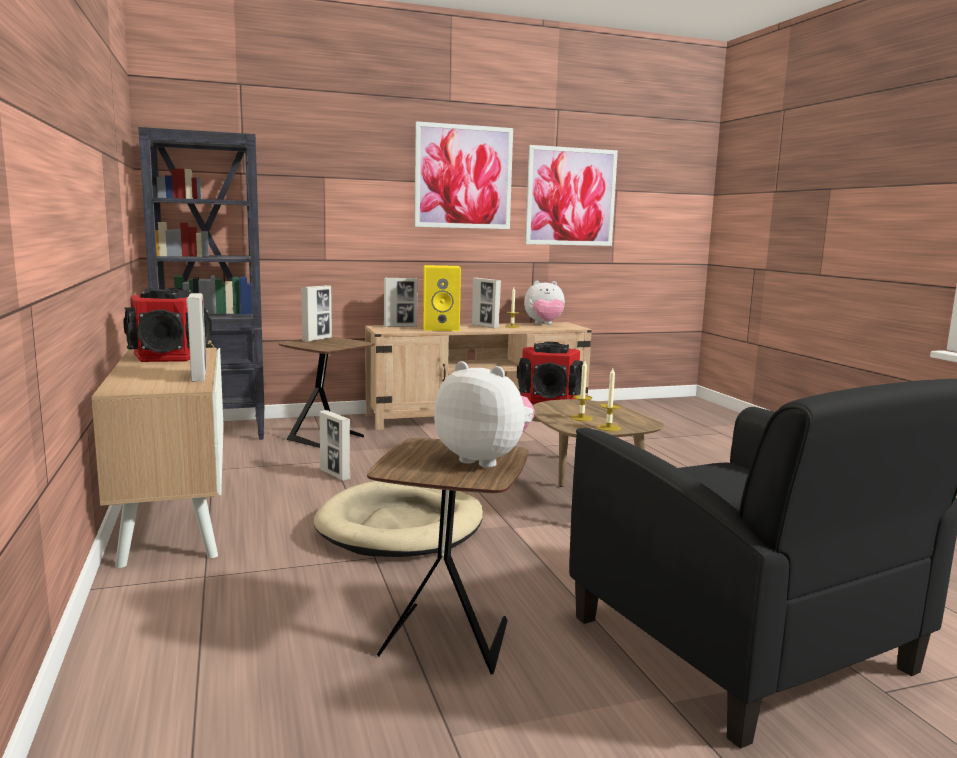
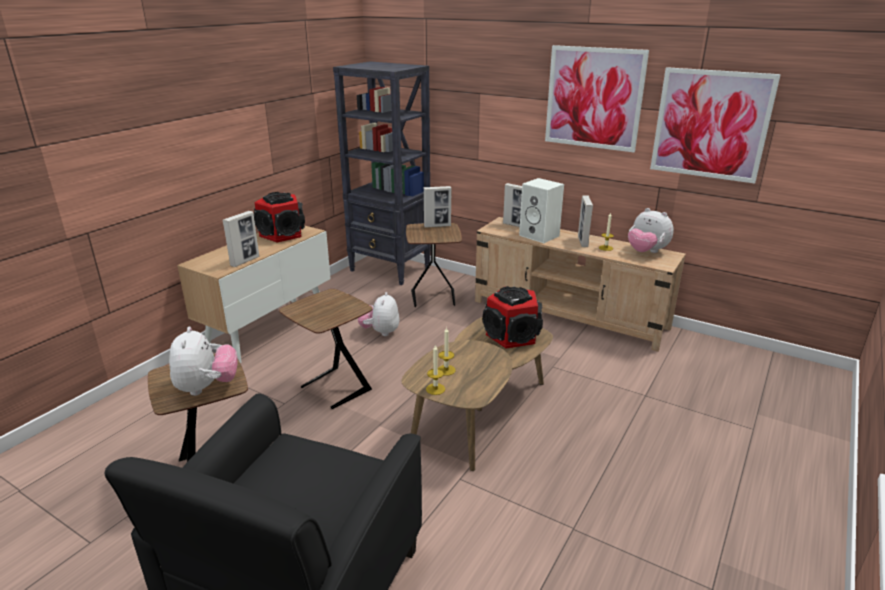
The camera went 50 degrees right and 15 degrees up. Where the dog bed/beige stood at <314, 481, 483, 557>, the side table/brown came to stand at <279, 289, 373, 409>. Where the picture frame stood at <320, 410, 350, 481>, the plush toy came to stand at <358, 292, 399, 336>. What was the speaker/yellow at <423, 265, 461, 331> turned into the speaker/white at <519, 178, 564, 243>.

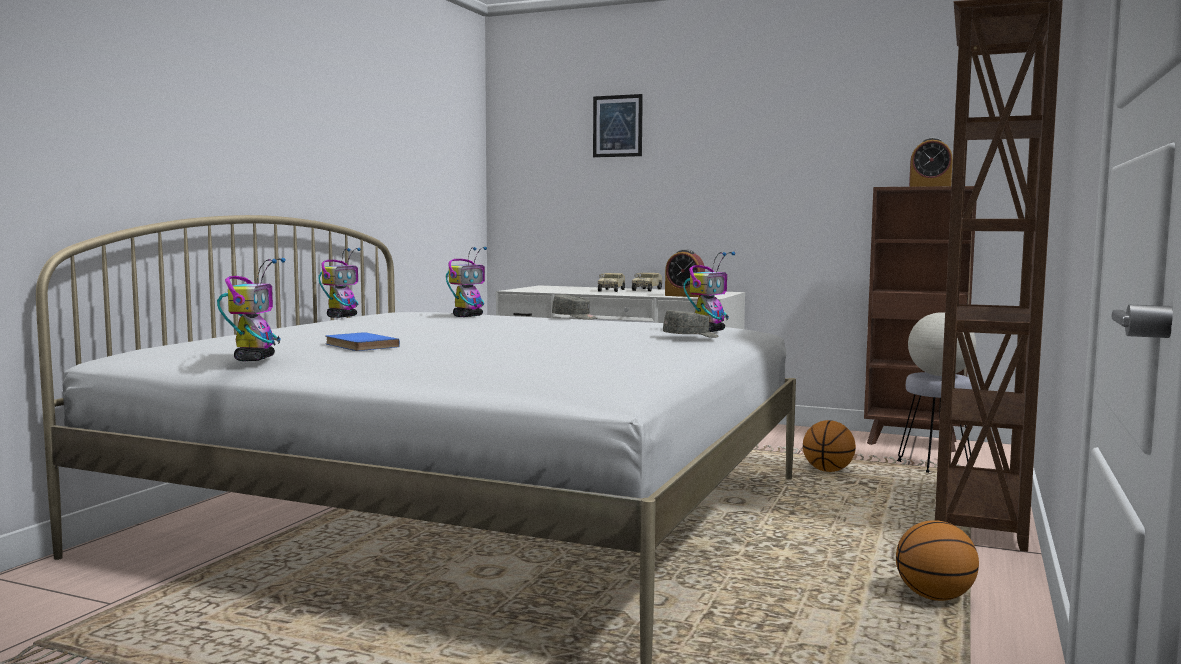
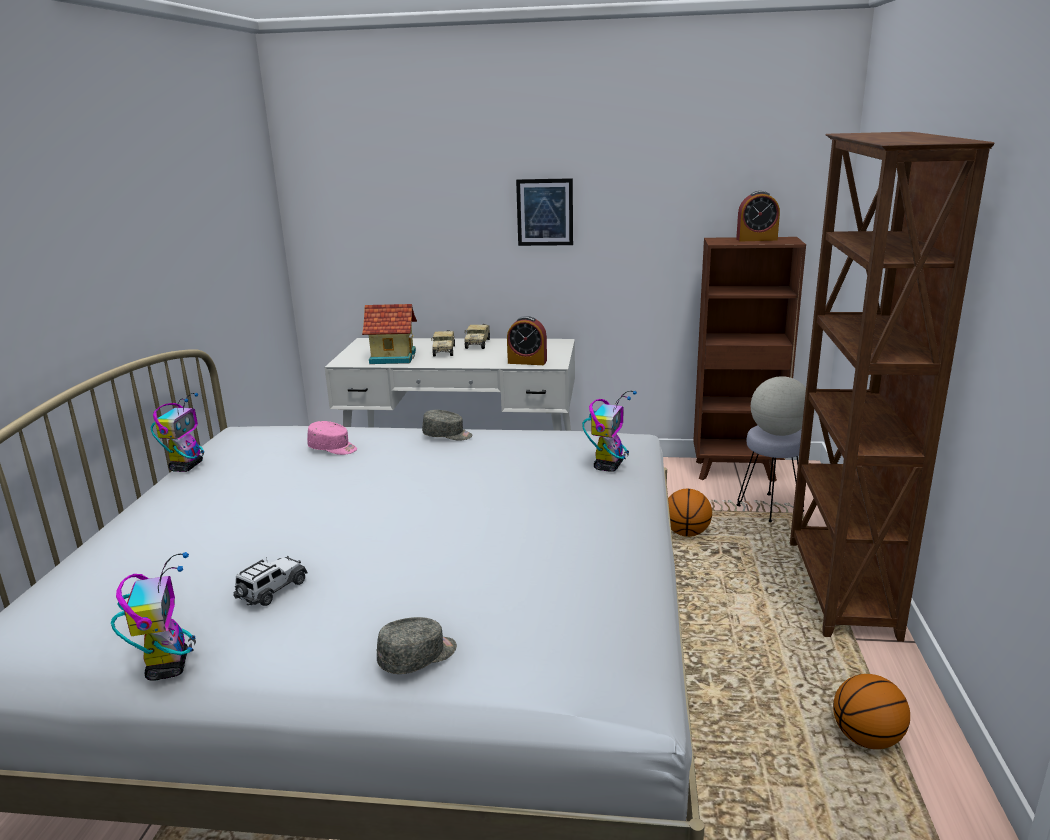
The camera went 15 degrees left and 15 degrees up. Where the book/blue stood at <326, 332, 400, 351>, the toy car came to stand at <233, 556, 308, 606>. Where the toy robot stood at <446, 247, 487, 317>, the cap/pink came to stand at <307, 421, 357, 455>. The picture ended up elsewhere, having gone from <593, 94, 643, 157> to <516, 178, 573, 246>. The cap/grey ended up elsewhere, having gone from <663, 310, 718, 338> to <376, 617, 457, 674>. The second view gained the toy house at <362, 304, 417, 364>.

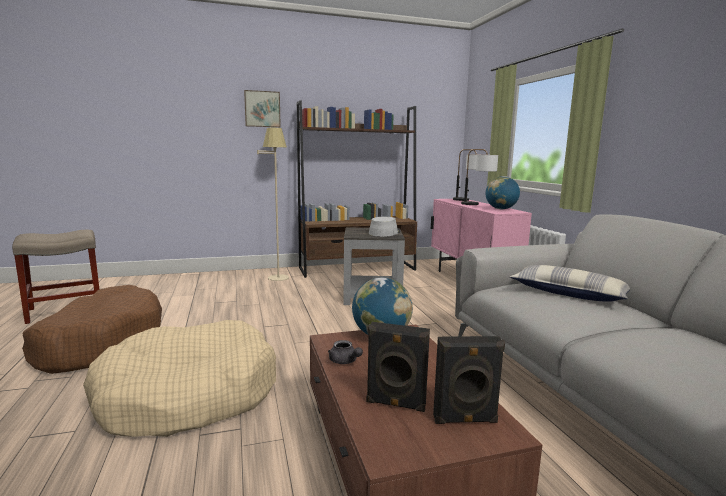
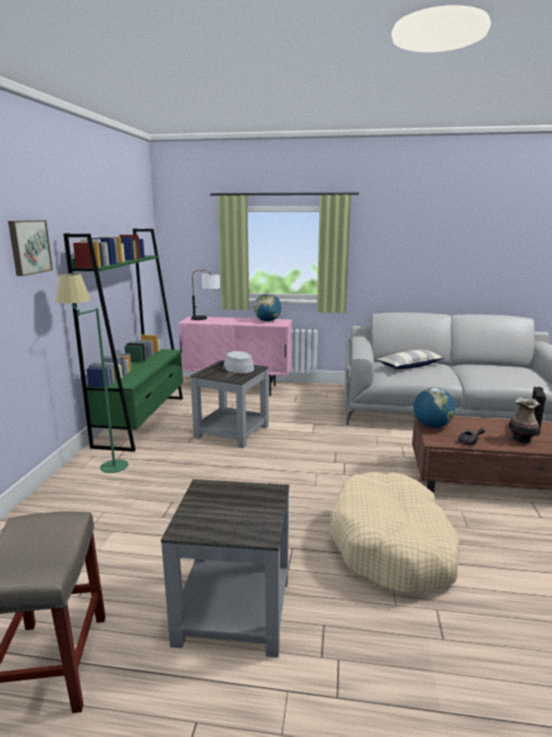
The camera went 65 degrees left and 5 degrees up. Where the dog bed/brown stood at <22, 285, 162, 374>, the side table/grey came to stand at <161, 479, 289, 658>. What was the floor lamp/beige at <257, 128, 289, 281> turned into the floor lamp/green at <55, 273, 129, 473>. What was the bookcase/brown at <297, 100, 417, 278> turned into the bookcase/green at <63, 228, 183, 452>. Where the speaker/black stood at <366, 322, 430, 412>, the vase came to stand at <509, 397, 541, 443>. The second view lost the table lamp at <461, 149, 498, 205>.

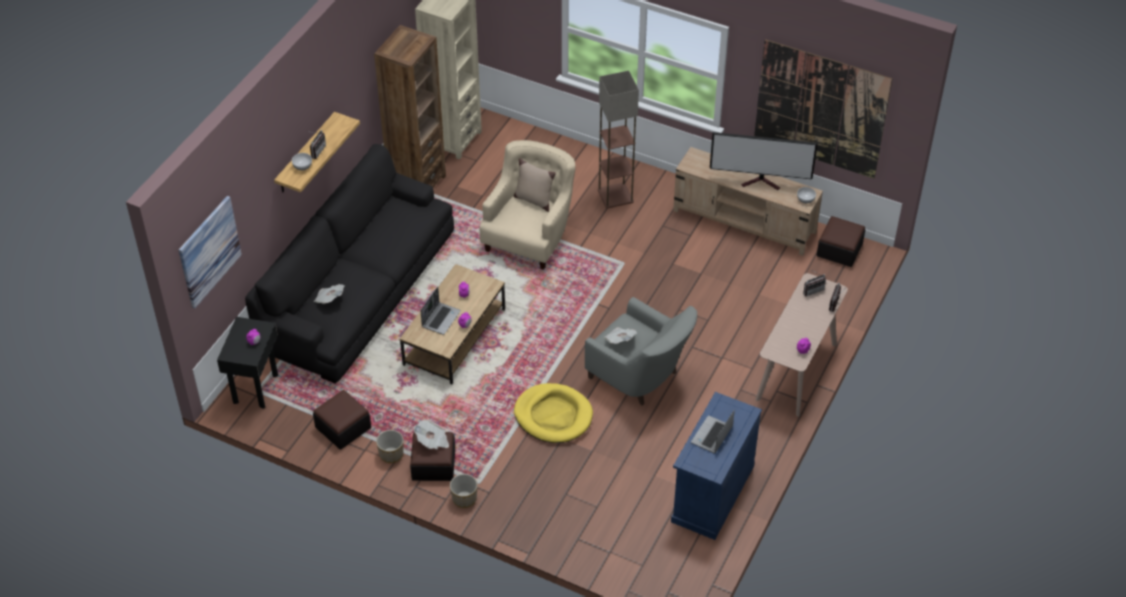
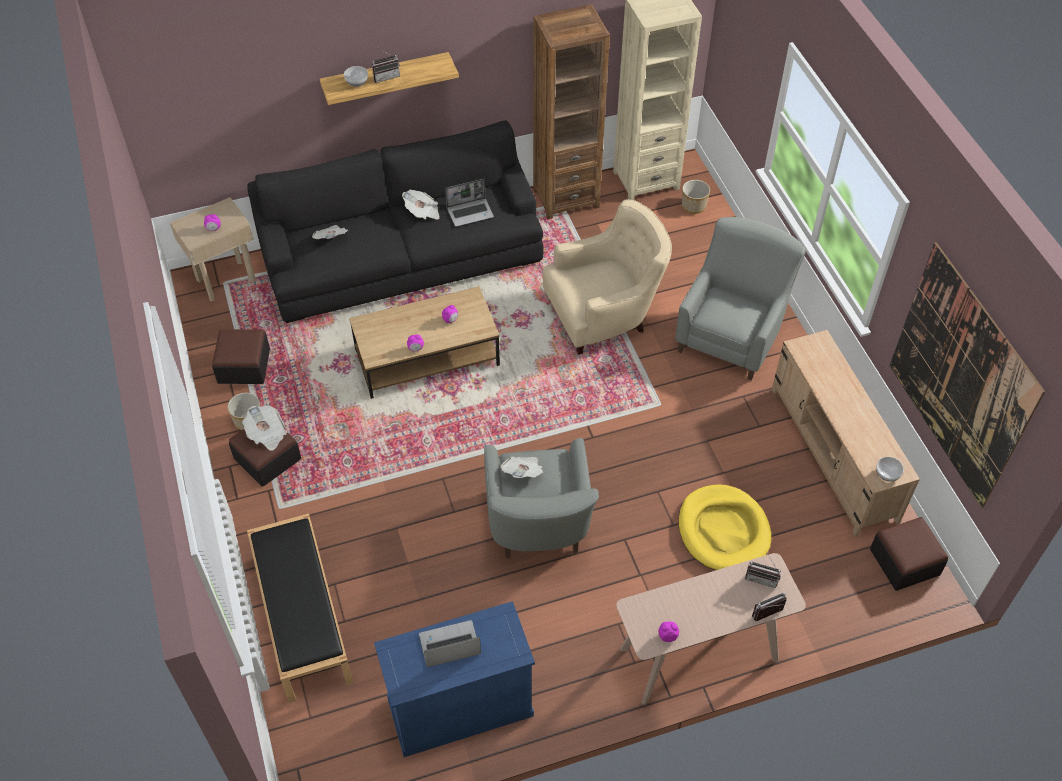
The camera went 45 degrees right and 5 degrees up. The second view lost the picture at <179, 196, 242, 308>. What was the side table/black at <217, 317, 278, 409> turned into the side table/beige at <170, 197, 256, 301>. The laptop ended up elsewhere, having gone from <421, 287, 461, 335> to <445, 179, 494, 227>. The planter ended up elsewhere, having gone from <450, 474, 477, 508> to <682, 180, 710, 214>. The second view lost the pillow/beige at <514, 158, 556, 212>. The dog bed/yellow ended up elsewhere, having gone from <514, 383, 593, 443> to <679, 485, 771, 570>. Where the floor lamp stood at <598, 71, 639, 209>, the armchair/grey came to stand at <675, 217, 806, 380>. The second view lost the television at <710, 132, 818, 190>. The second view gained the bench/black at <247, 513, 354, 703>. The second view gained the newspaper at <402, 190, 439, 219>.

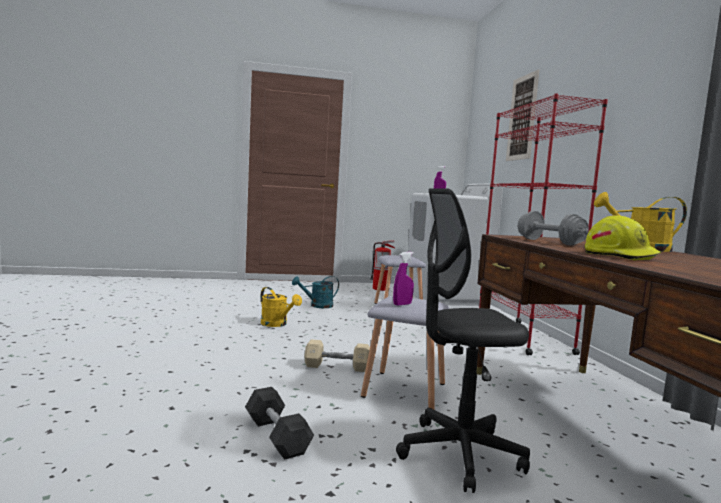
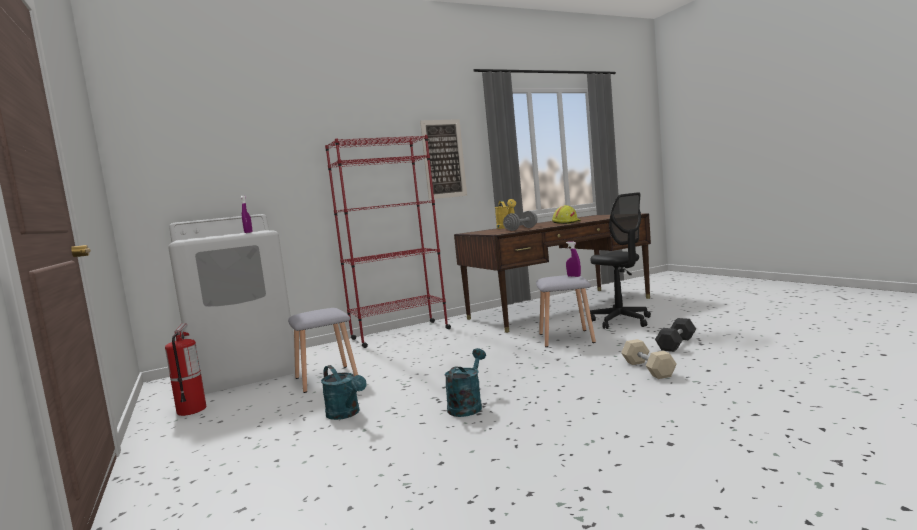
The camera went 105 degrees left and 0 degrees up. What was the watering can/yellow at <260, 287, 302, 327> turned into the watering can/turquoise at <444, 348, 486, 417>. The dumbbell/beige ended up elsewhere, having gone from <304, 339, 370, 372> to <621, 339, 677, 379>. The picture ended up elsewhere, having gone from <506, 70, 539, 161> to <420, 119, 467, 199>.

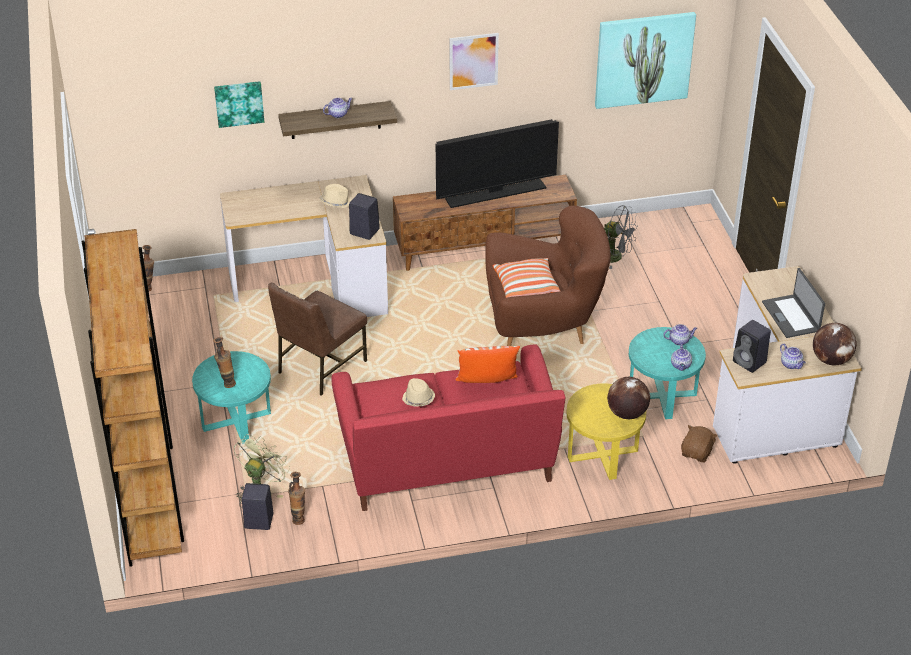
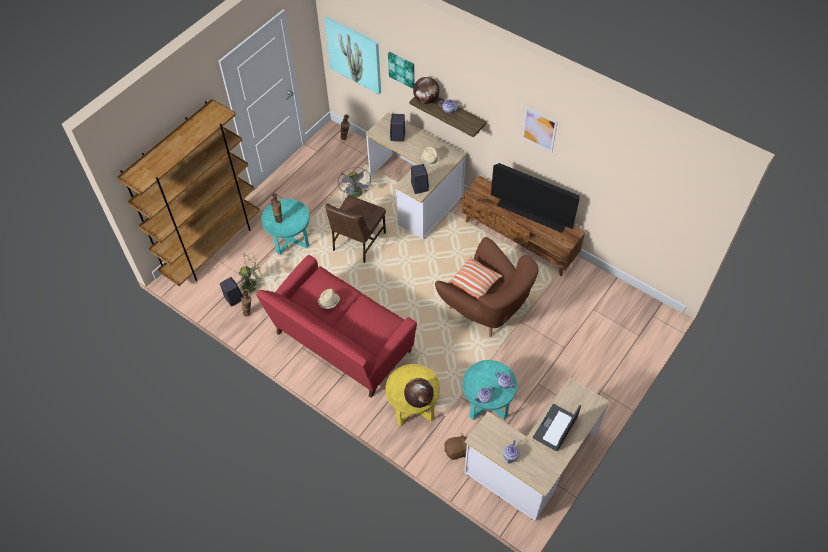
The camera went 50 degrees right and 15 degrees up. The chair/brown at <268, 283, 367, 396> ended up facing another way, 60 degrees counterclockwise from before. The second view lost the pillow at <456, 346, 520, 383>. The picture ended up elsewhere, having gone from <595, 12, 696, 109> to <324, 17, 381, 94>. The fan/grey ended up elsewhere, having gone from <604, 205, 638, 269> to <338, 167, 371, 198>. The speaker/black ended up elsewhere, having gone from <733, 320, 771, 373> to <390, 114, 405, 142>. The globe ended up elsewhere, having gone from <813, 323, 856, 365> to <413, 77, 440, 104>.

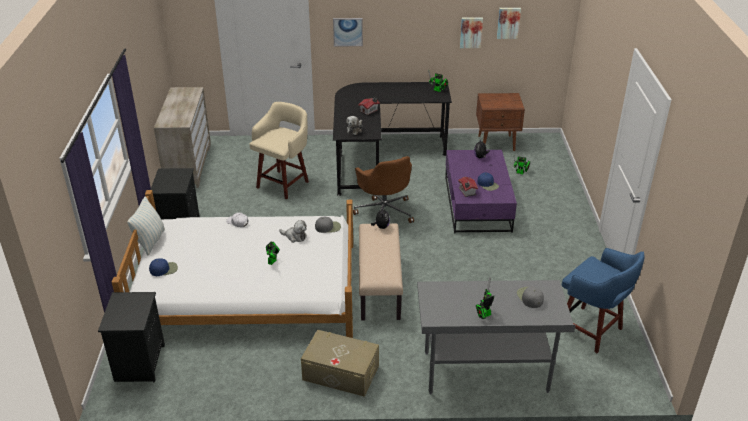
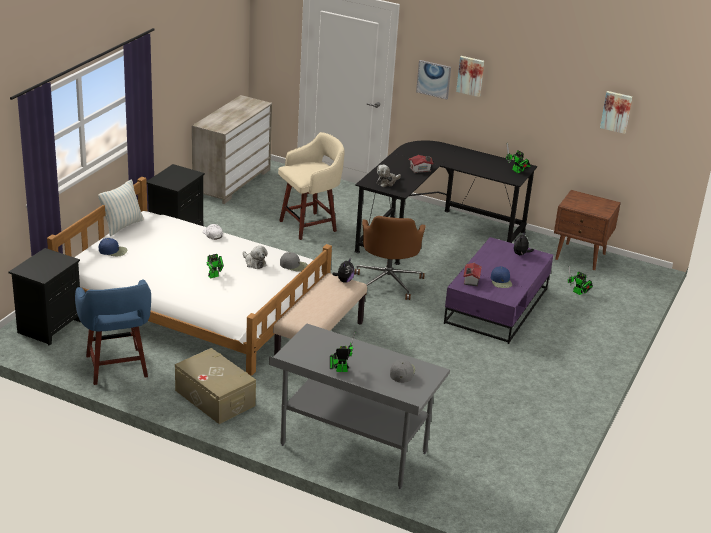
The camera went 25 degrees right and 5 degrees down. The picture ended up elsewhere, having gone from <460, 17, 483, 48> to <456, 56, 484, 97>. The stool/blue ended up elsewhere, having gone from <562, 248, 645, 353> to <75, 279, 151, 385>.

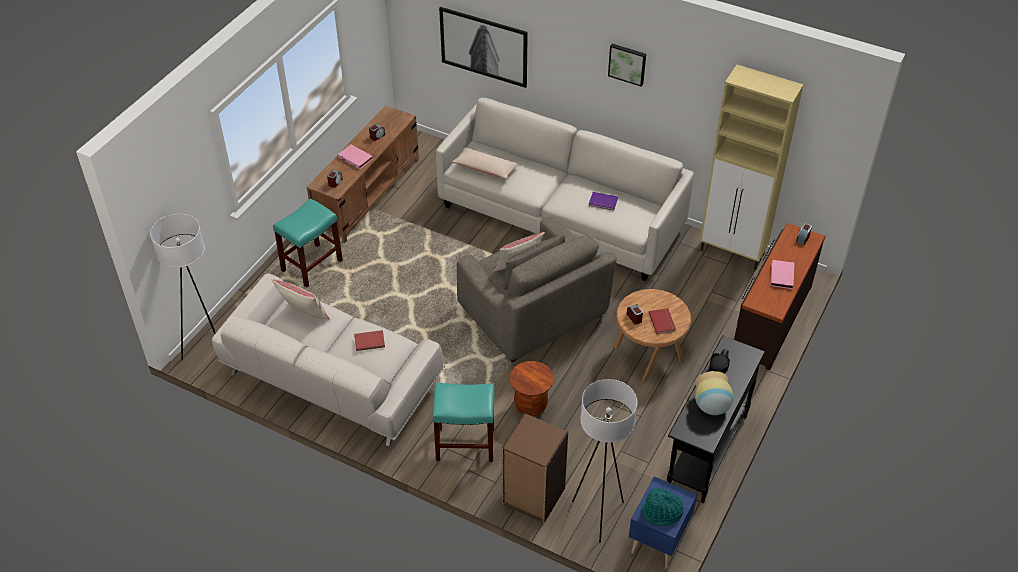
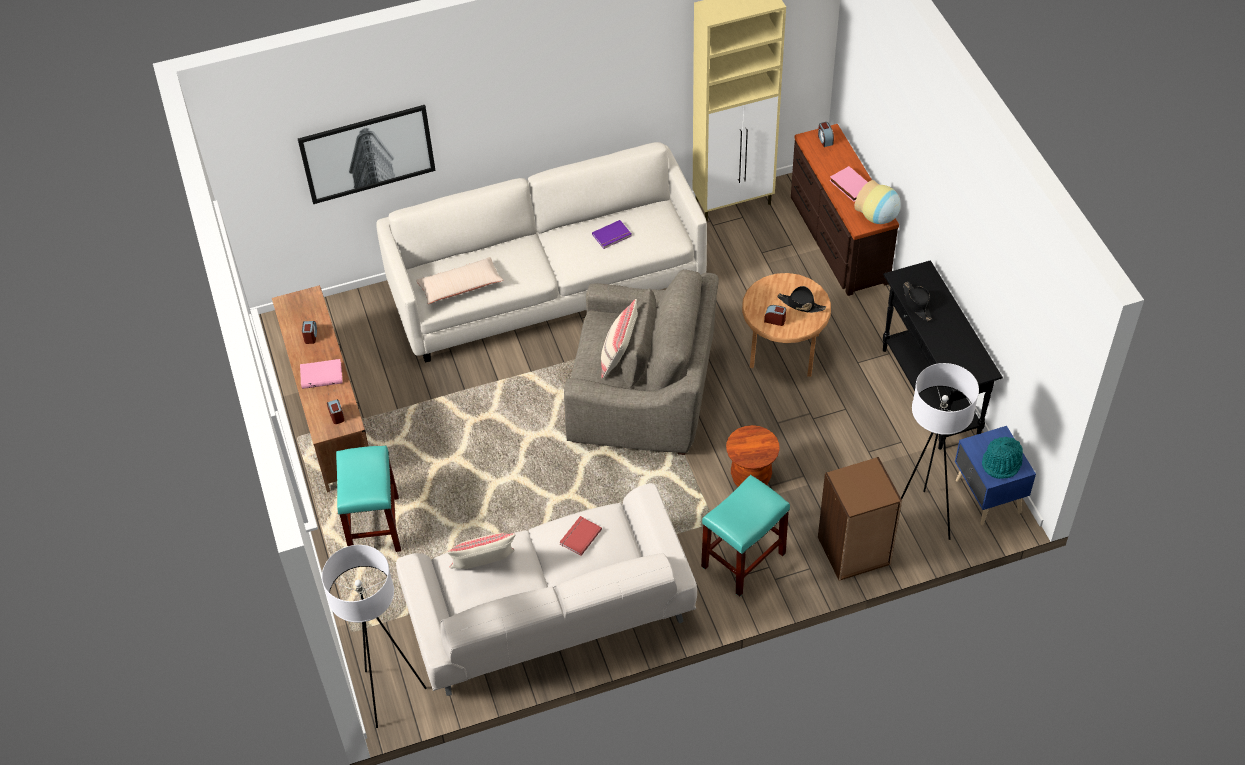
The camera went 45 degrees left and 5 degrees up. The second view lost the picture at <608, 44, 646, 87>. Where the book/red stood at <648, 308, 676, 334>, the hat/black came to stand at <777, 286, 826, 313>. The vase ended up elsewhere, having gone from <695, 371, 733, 415> to <854, 180, 900, 224>.

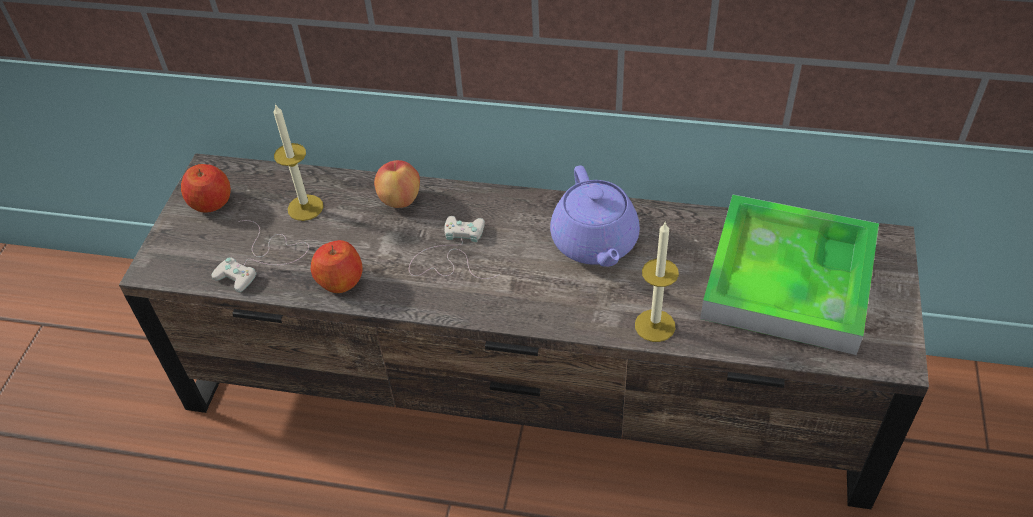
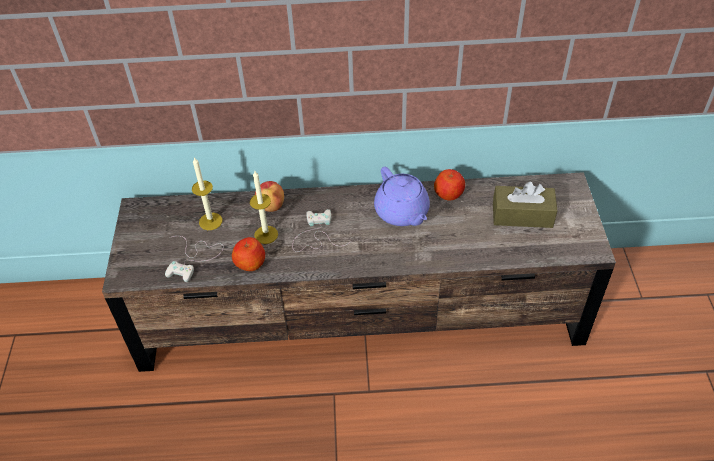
The camera went 15 degrees left and 0 degrees up. The apple ended up elsewhere, having gone from <181, 164, 231, 213> to <434, 169, 465, 201>. The candle ended up elsewhere, having gone from <635, 222, 679, 342> to <250, 171, 278, 244>. Where the tray stood at <700, 194, 879, 355>, the tissue box/brown came to stand at <493, 182, 557, 228>.

